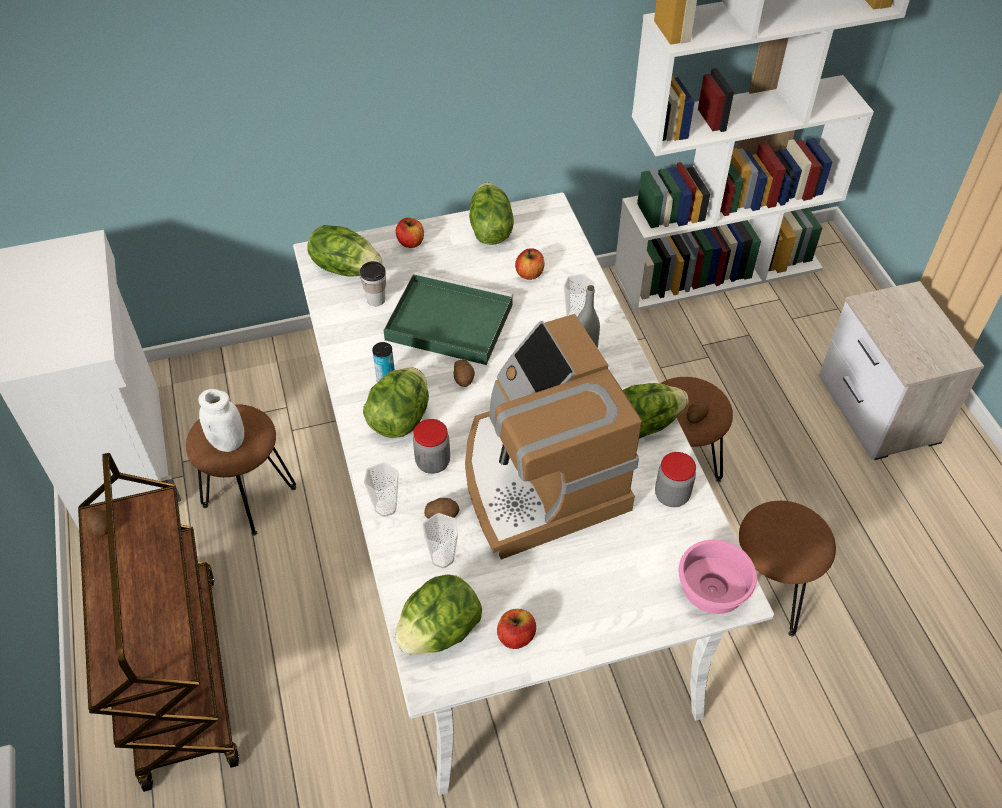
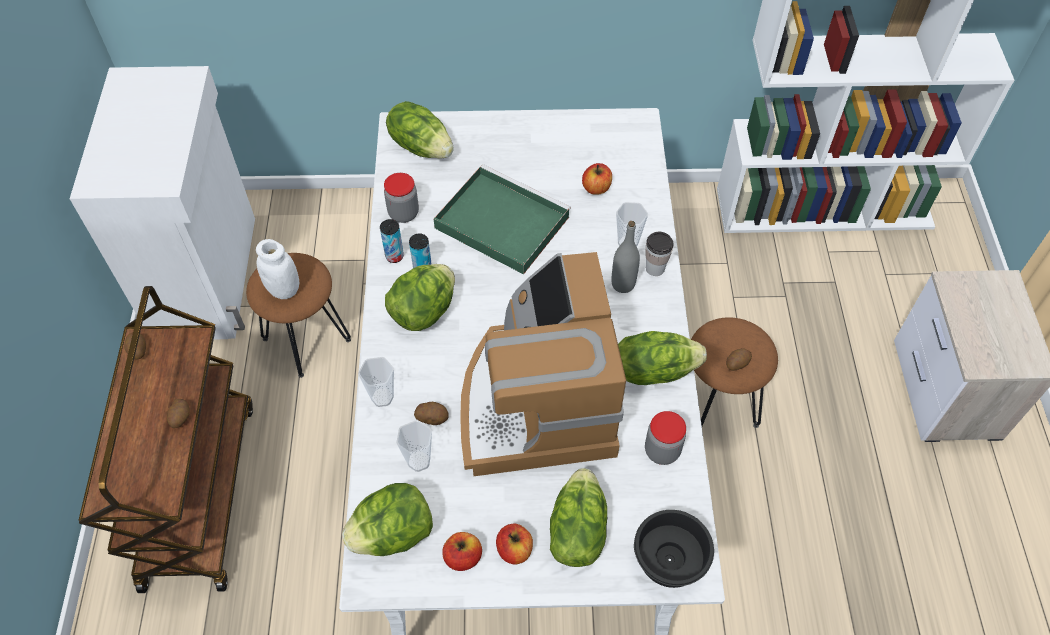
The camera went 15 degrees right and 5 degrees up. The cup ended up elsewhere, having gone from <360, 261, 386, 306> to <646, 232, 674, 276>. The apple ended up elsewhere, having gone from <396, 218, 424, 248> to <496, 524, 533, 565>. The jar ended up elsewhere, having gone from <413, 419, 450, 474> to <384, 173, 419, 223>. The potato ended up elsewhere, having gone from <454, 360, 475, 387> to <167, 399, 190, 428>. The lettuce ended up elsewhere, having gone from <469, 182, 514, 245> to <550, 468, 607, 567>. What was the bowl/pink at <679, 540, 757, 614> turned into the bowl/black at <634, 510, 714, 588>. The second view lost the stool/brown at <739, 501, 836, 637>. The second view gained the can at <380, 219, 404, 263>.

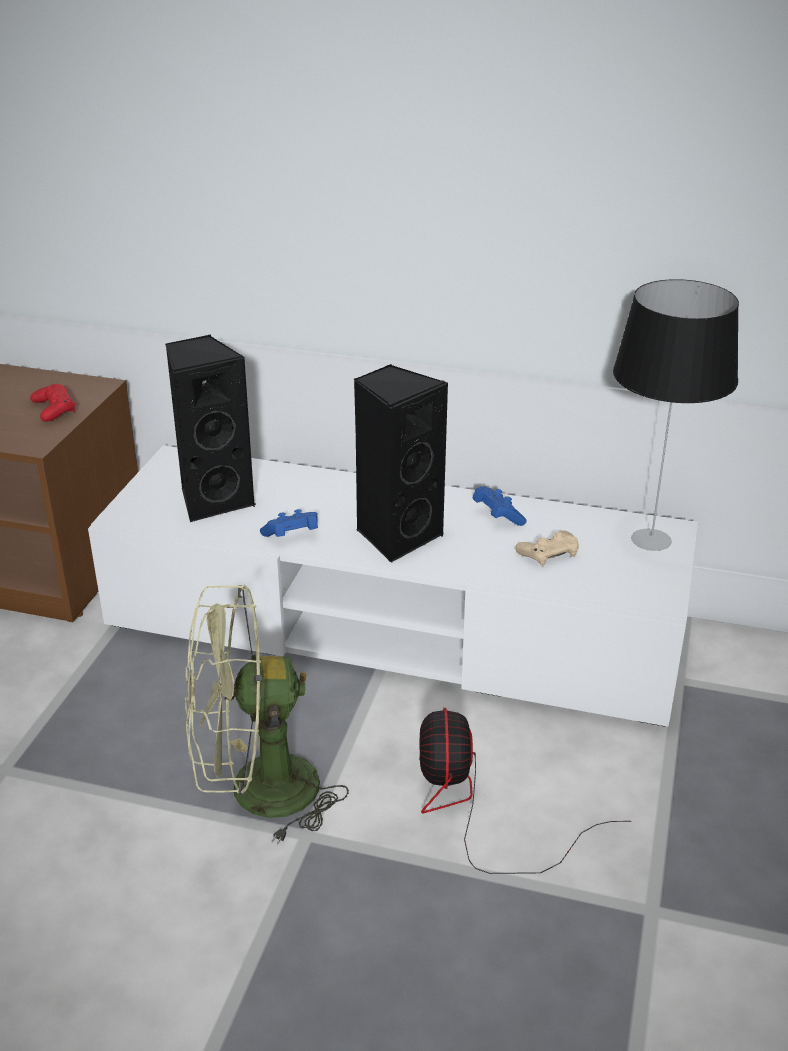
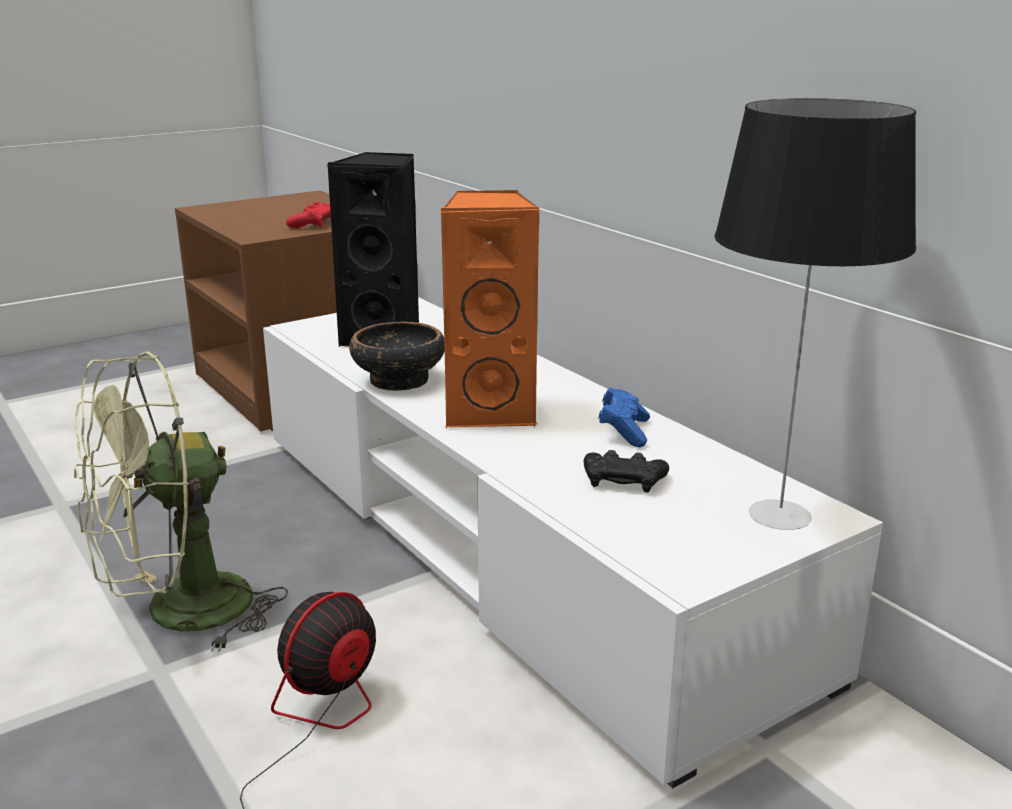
The camera went 40 degrees right and 10 degrees down. The fan/green at <185, 584, 349, 845> ended up facing another way, 60 degrees counterclockwise from before. Where the game controller/blue stood at <260, 509, 318, 537>, the bowl came to stand at <349, 322, 445, 391>. What was the speaker/black at <353, 364, 448, 563> turned into the speaker/orange at <439, 190, 541, 428>. What was the game controller/beige at <515, 530, 579, 566> turned into the game controller/black at <584, 450, 669, 493>.

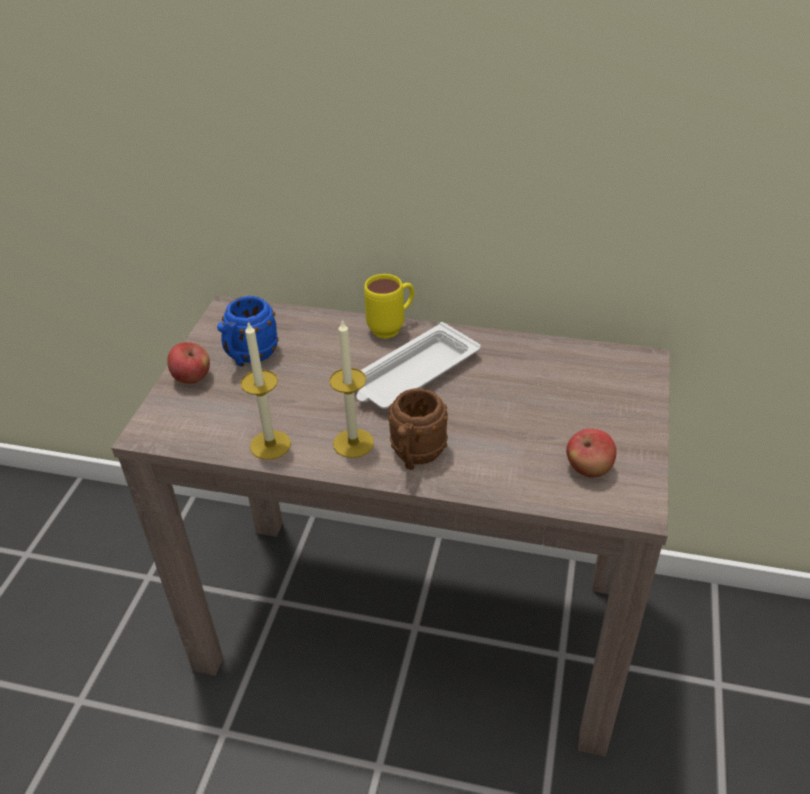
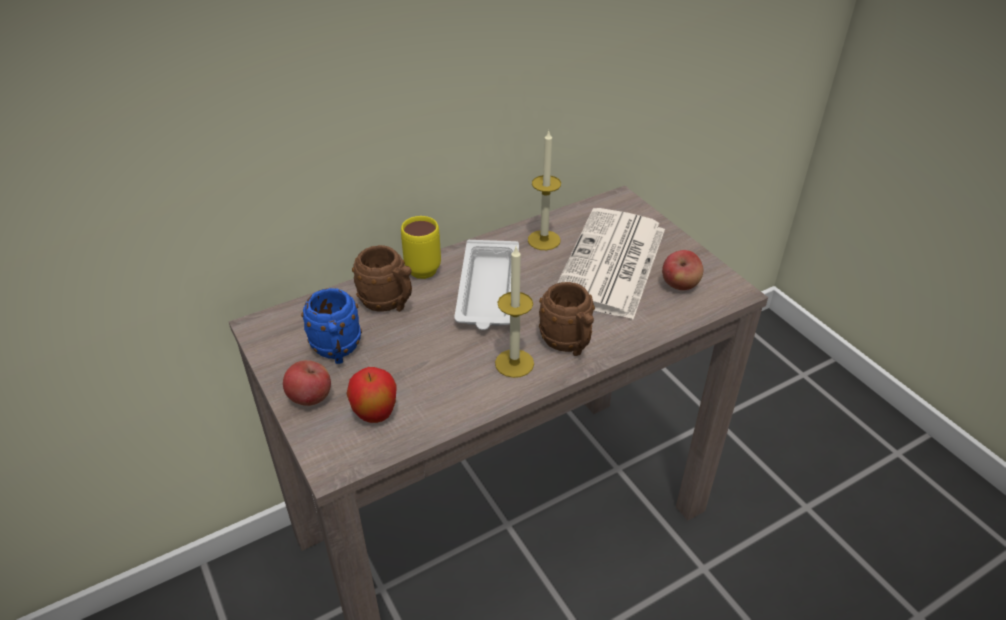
The camera went 45 degrees left and 0 degrees up. The candle ended up elsewhere, having gone from <241, 321, 291, 460> to <528, 130, 561, 250>. The second view gained the apple at <346, 367, 397, 423>. The second view gained the mug/brown at <352, 245, 412, 312>. The second view gained the newspaper at <557, 208, 665, 319>.

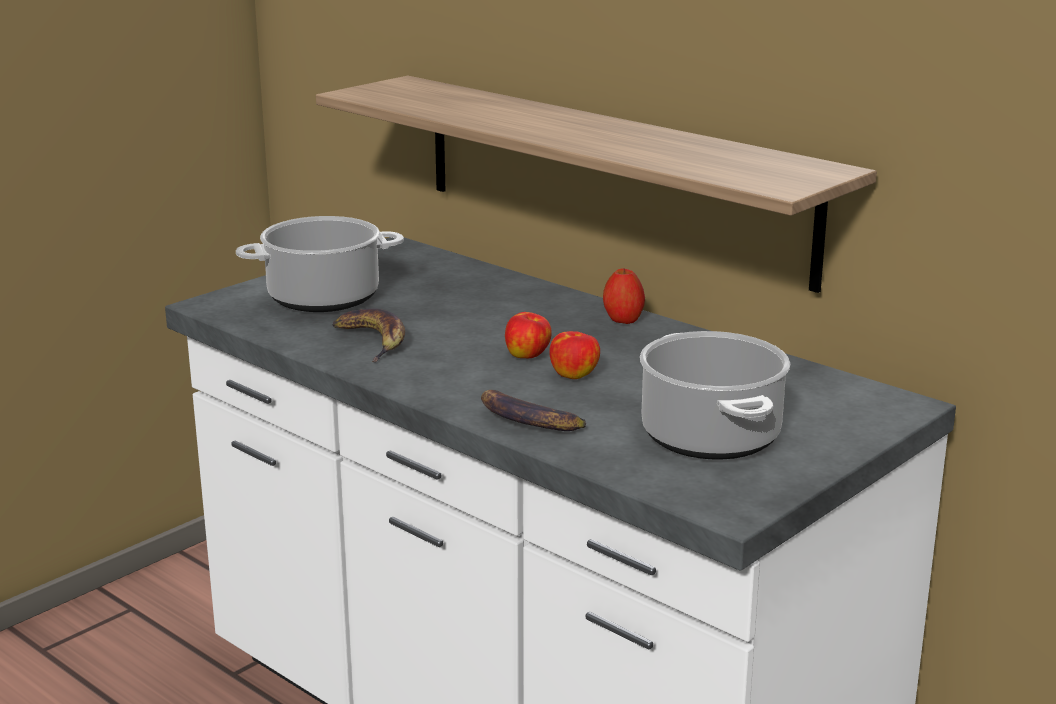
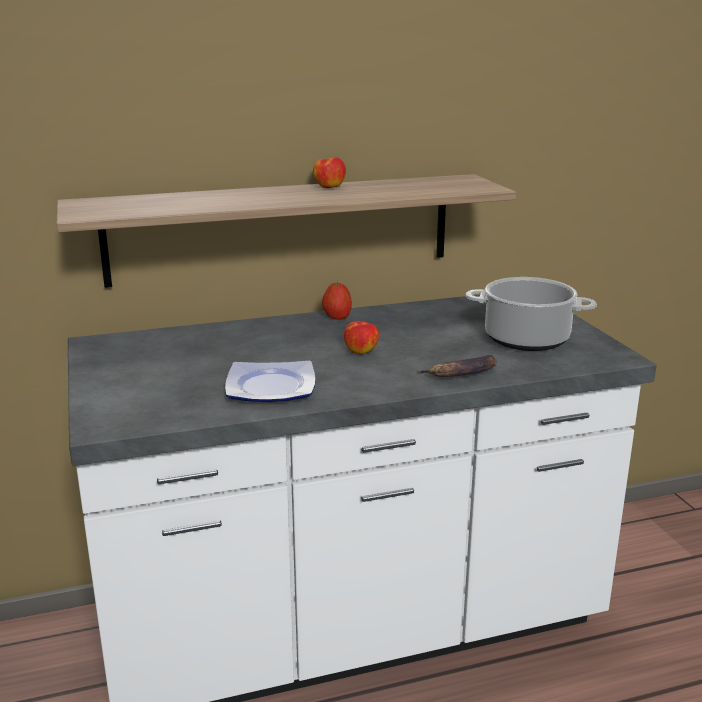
The camera went 60 degrees left and 0 degrees up. The second view lost the cooking pot at <236, 216, 404, 312>. Where the banana stood at <332, 308, 405, 362>, the plate came to stand at <225, 361, 315, 402>. The apple ended up elsewhere, having gone from <549, 331, 600, 379> to <313, 157, 346, 188>.

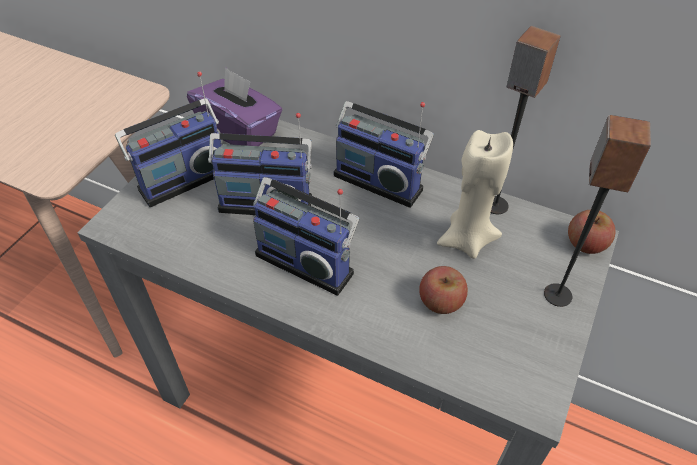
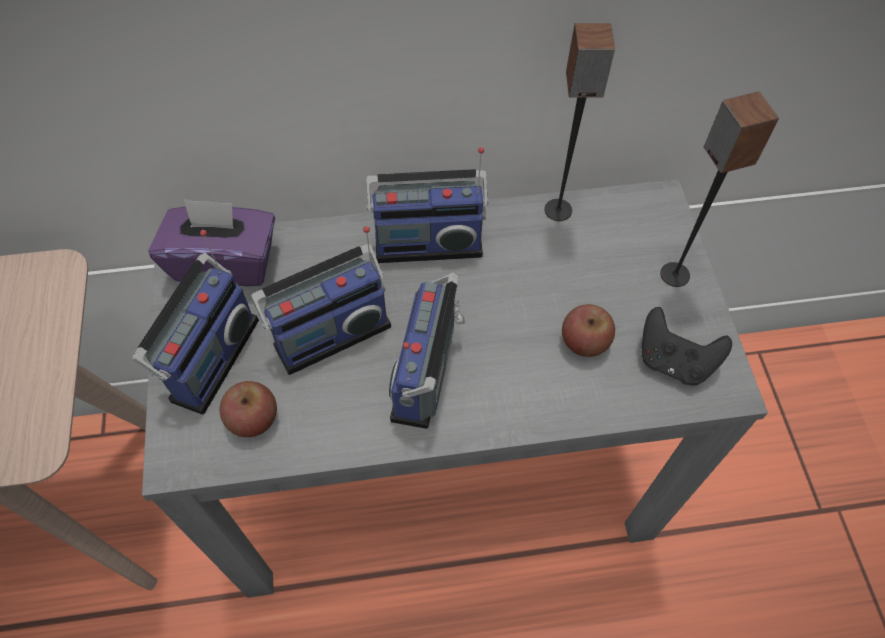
The camera went 35 degrees left and 10 degrees up. The radio at <253, 177, 359, 296> ended up facing another way, 105 degrees clockwise from before. The second view lost the candle/beige at <437, 130, 513, 259>. The apple ended up elsewhere, having gone from <568, 210, 615, 254> to <220, 381, 277, 437>. The second view gained the game controller/black at <641, 307, 732, 386>.

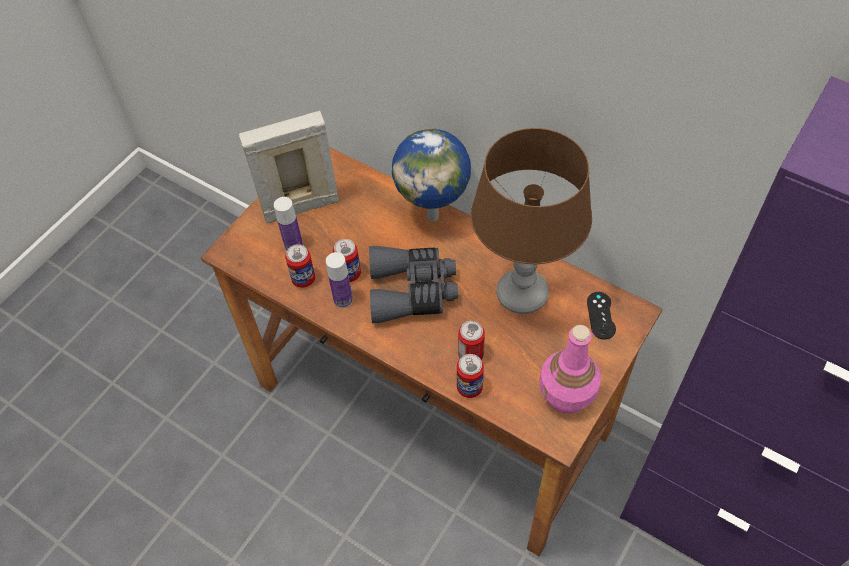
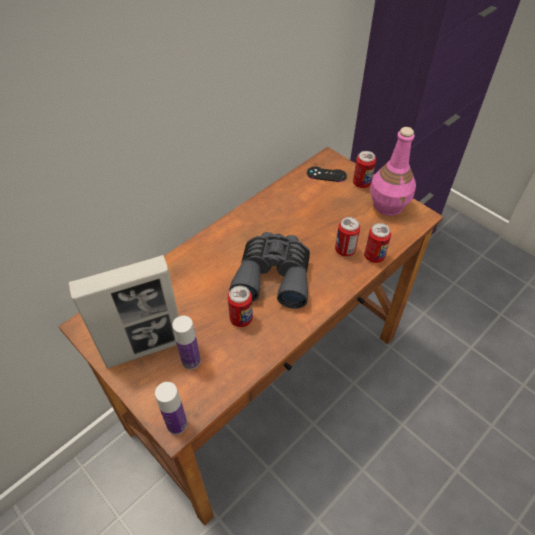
The camera went 80 degrees left and 5 degrees down. The picture frame at <239, 111, 339, 223> ended up facing another way, 105 degrees counterclockwise from before. The can ended up elsewhere, having gone from <285, 244, 315, 288> to <353, 151, 376, 188>. The bottle ended up elsewhere, having gone from <326, 252, 353, 308> to <155, 382, 188, 434>. The second view lost the globe at <392, 129, 471, 221>. The second view lost the table lamp/brown at <471, 128, 592, 314>.

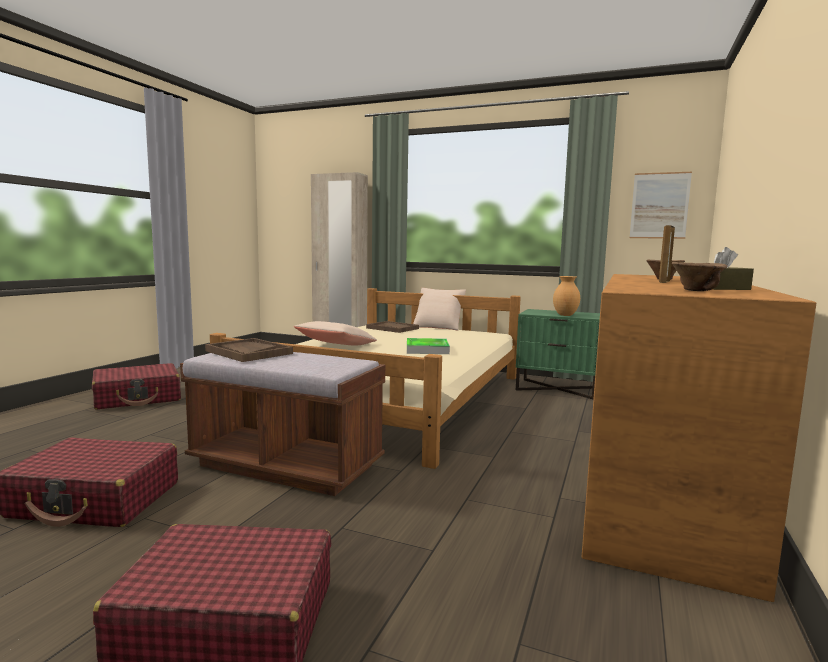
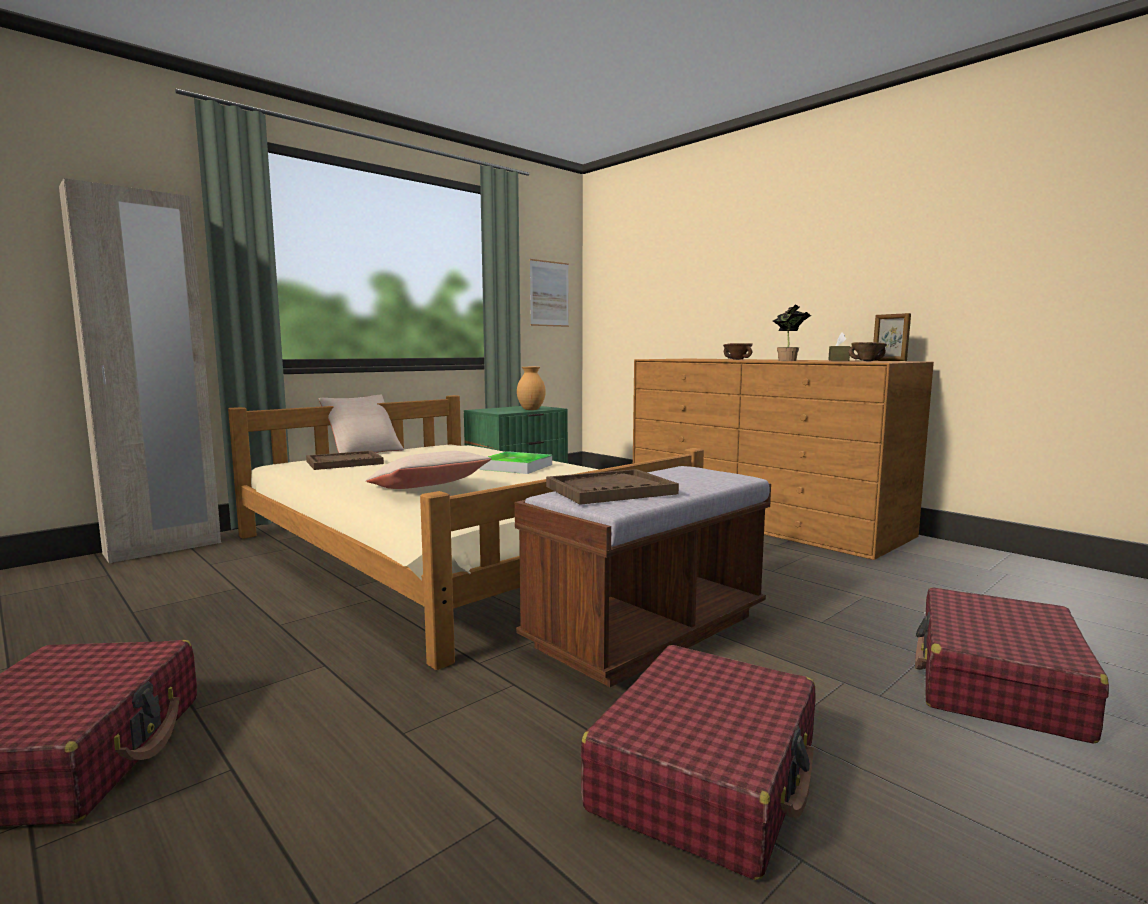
The camera went 65 degrees left and 0 degrees up. The picture frame ended up elsewhere, having gone from <659, 225, 675, 283> to <873, 313, 911, 361>. The second view gained the potted plant at <773, 305, 811, 361>.

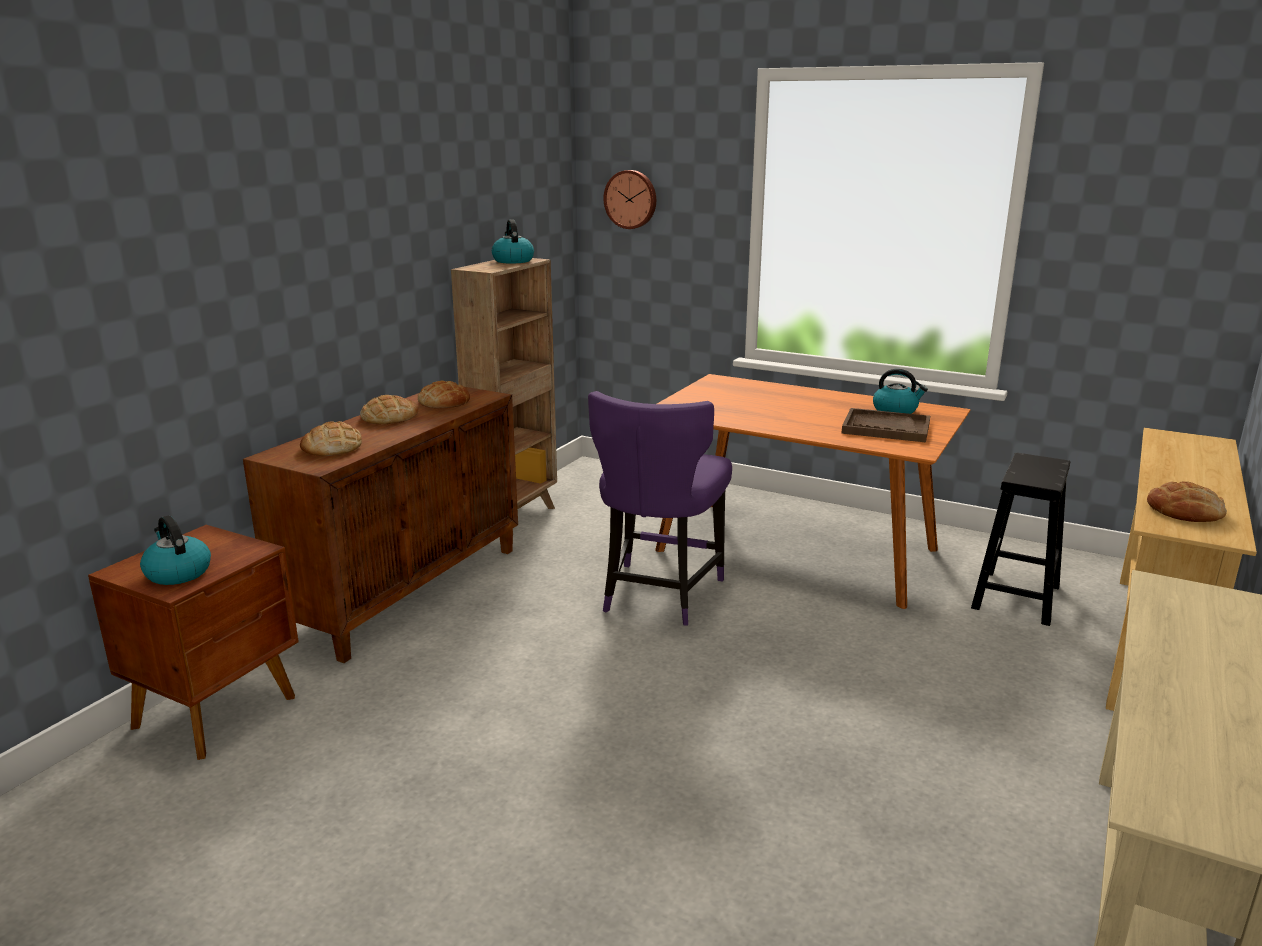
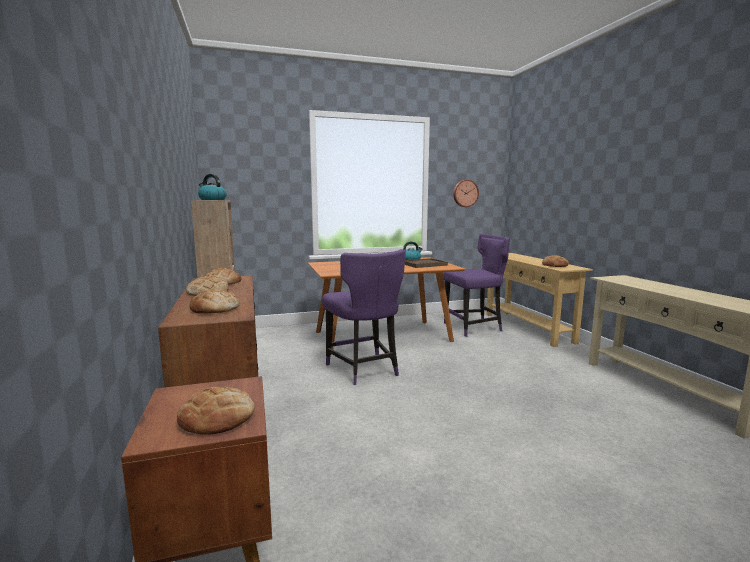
The camera went 45 degrees left and 10 degrees down. Where the kettle stood at <140, 516, 211, 585>, the bread came to stand at <177, 387, 255, 435>. The wall clock ended up elsewhere, having gone from <603, 170, 656, 229> to <453, 180, 479, 207>. Where the stool/black stood at <971, 453, 1070, 626>, the chair/purple came to stand at <443, 234, 510, 337>.

